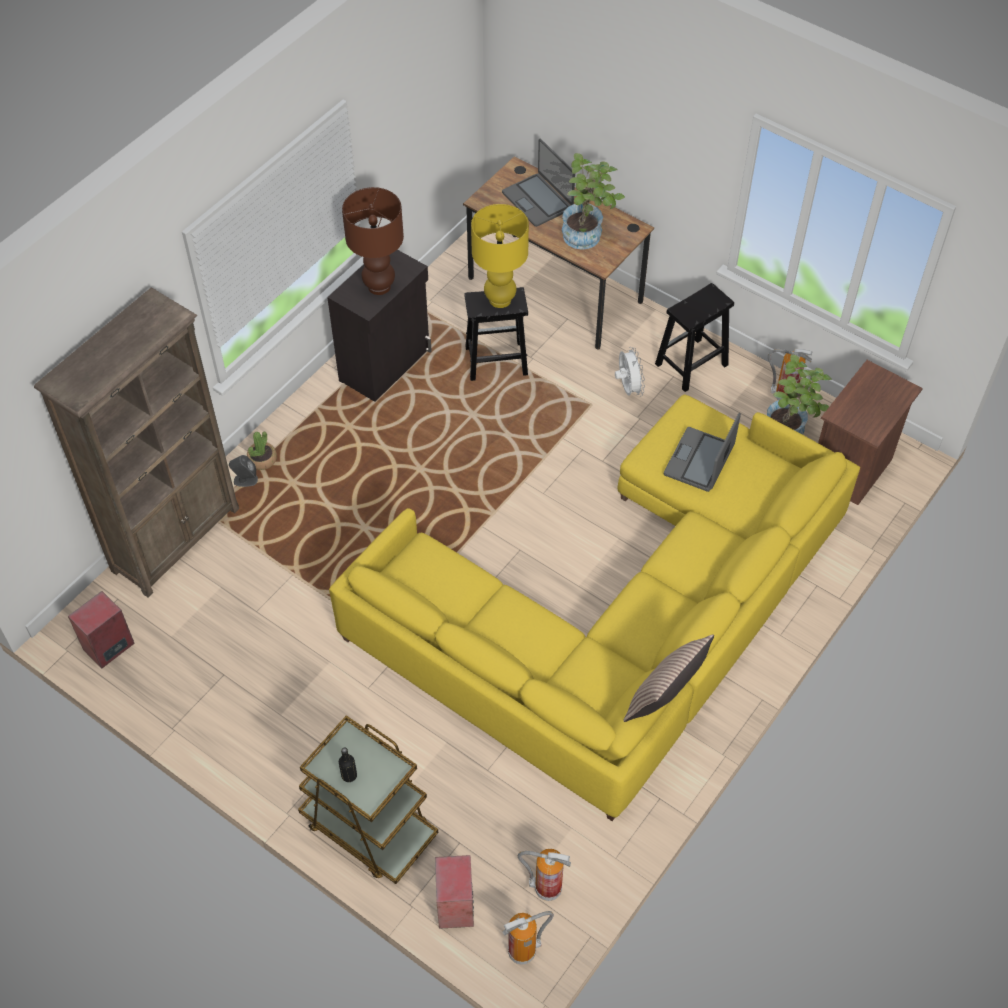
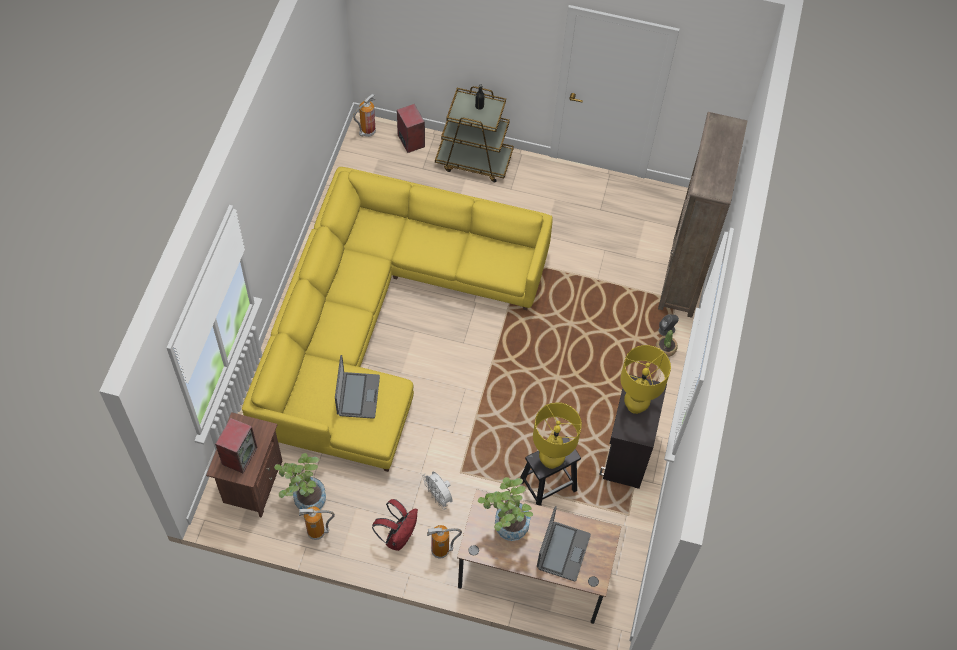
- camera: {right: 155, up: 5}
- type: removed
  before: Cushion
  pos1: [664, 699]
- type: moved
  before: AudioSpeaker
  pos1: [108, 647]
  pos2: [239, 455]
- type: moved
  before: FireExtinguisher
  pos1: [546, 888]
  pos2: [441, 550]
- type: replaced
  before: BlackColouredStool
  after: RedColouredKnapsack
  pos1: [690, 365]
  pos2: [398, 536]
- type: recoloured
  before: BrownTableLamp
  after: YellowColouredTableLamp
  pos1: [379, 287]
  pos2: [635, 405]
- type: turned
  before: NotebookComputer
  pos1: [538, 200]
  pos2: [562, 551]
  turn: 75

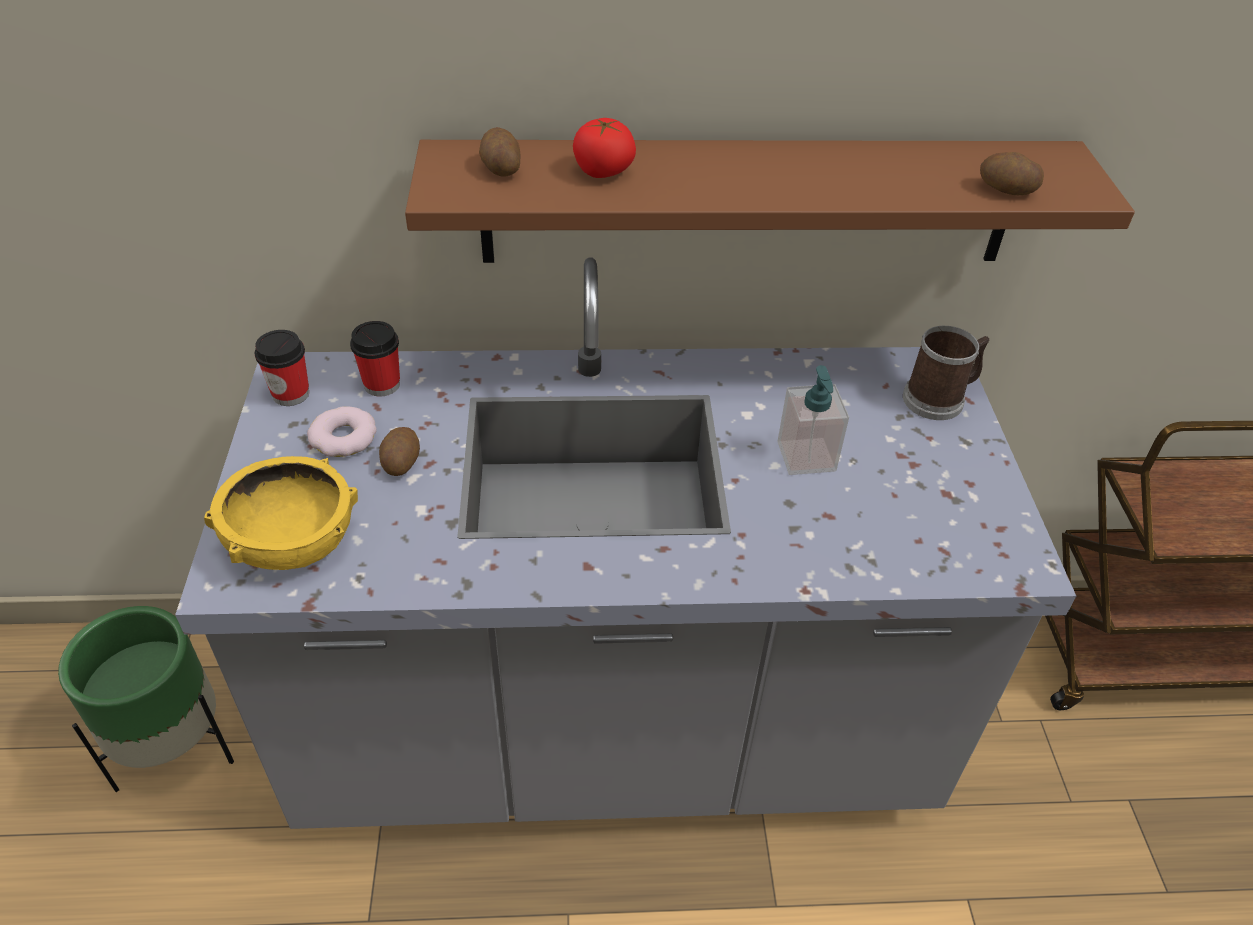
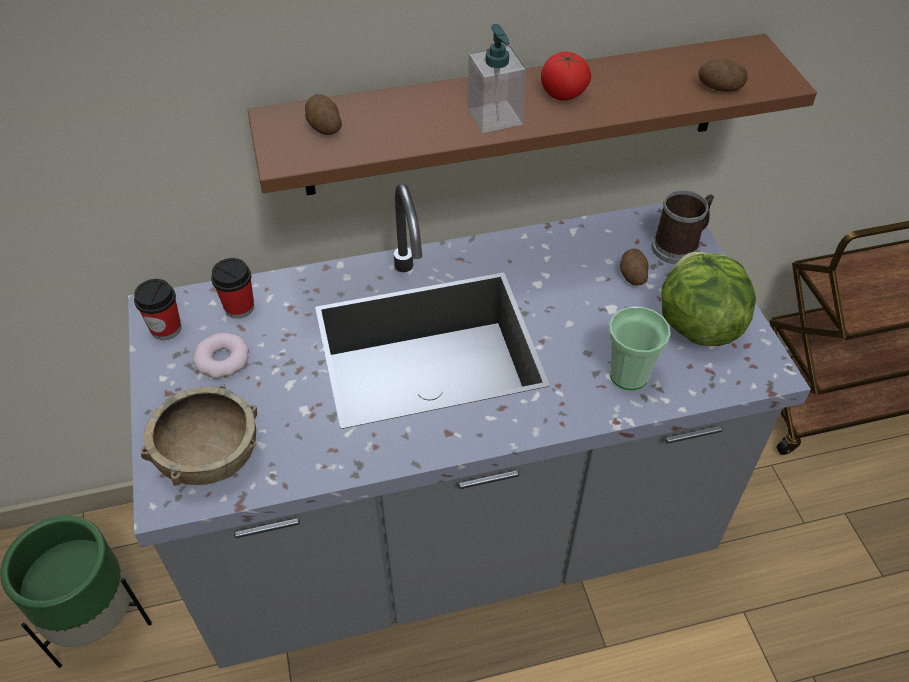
- camera: {right: -10, up: 5}
- type: added
  after: SmallCup
  pos2: [628, 375]
- type: added
  after: HeadOfLettuce
  pos2: [696, 325]
- type: moved
  before: WholePotato
  pos1: [400, 462]
  pos2: [632, 275]
- type: moved
  before: Tomato
  pos1: [603, 171]
  pos2: [563, 93]
- type: moved
  before: LiquidSoapBottle
  pos1: [806, 456]
  pos2: [495, 117]
- type: recoloured
  before: YellowColouredServingBowl
  after: BrownServingBowl
  pos1: [292, 540]
  pos2: [208, 455]

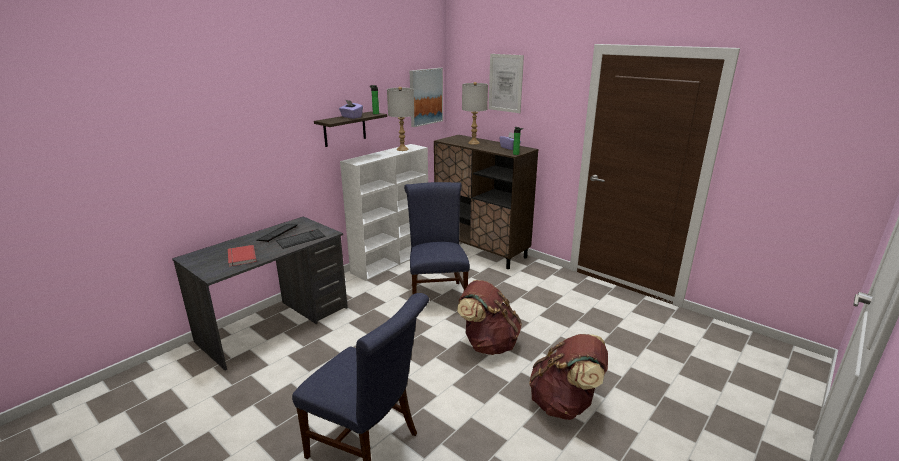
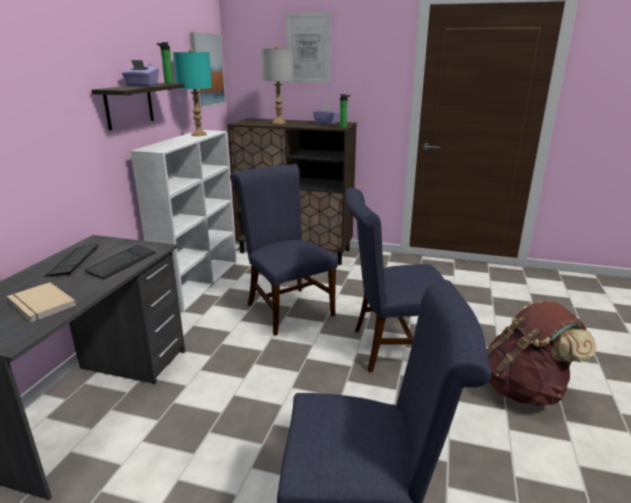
- camera: {right: -25, up: 0}
- type: replaced
  before: BrownKnapsack
  after: BlueColouredChair
  pos1: [488, 344]
  pos2: [391, 348]
- type: recoloured
  before: RedColouredVolume
  after: BeigeColouredVolume
  pos1: [240, 257]
  pos2: [40, 304]
- type: recoloured
  before: GrayTableLamp
  after: BlueGreenTableLamp
  pos1: [402, 149]
  pos2: [199, 134]

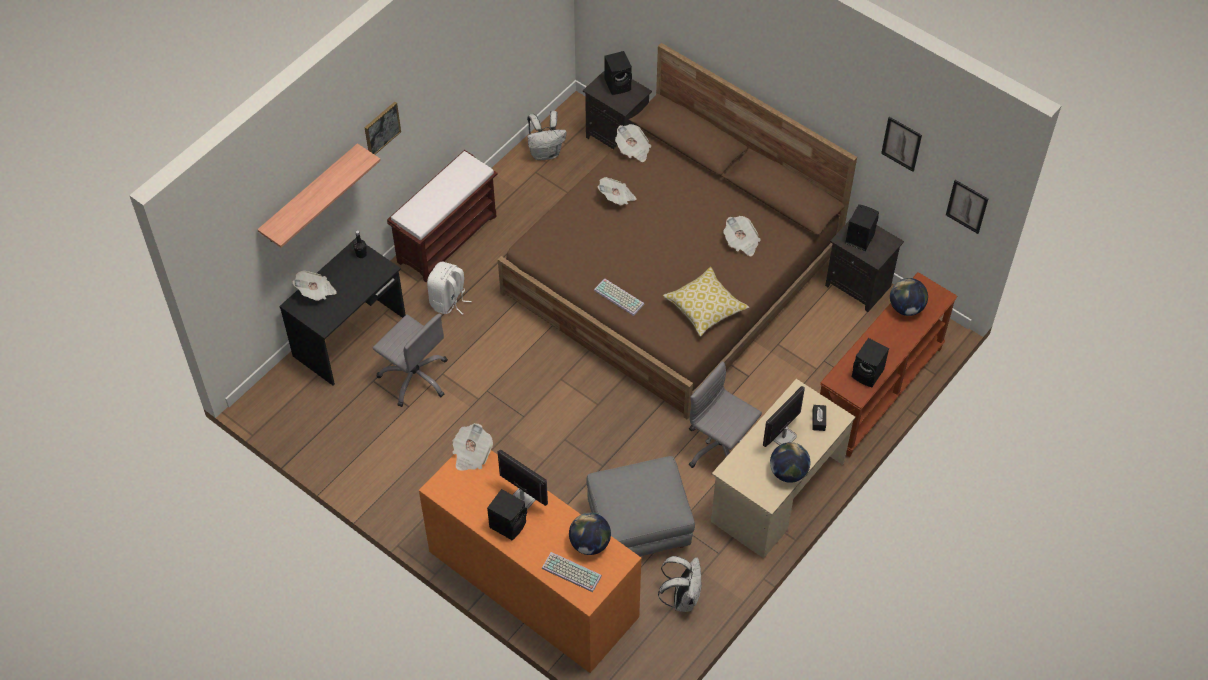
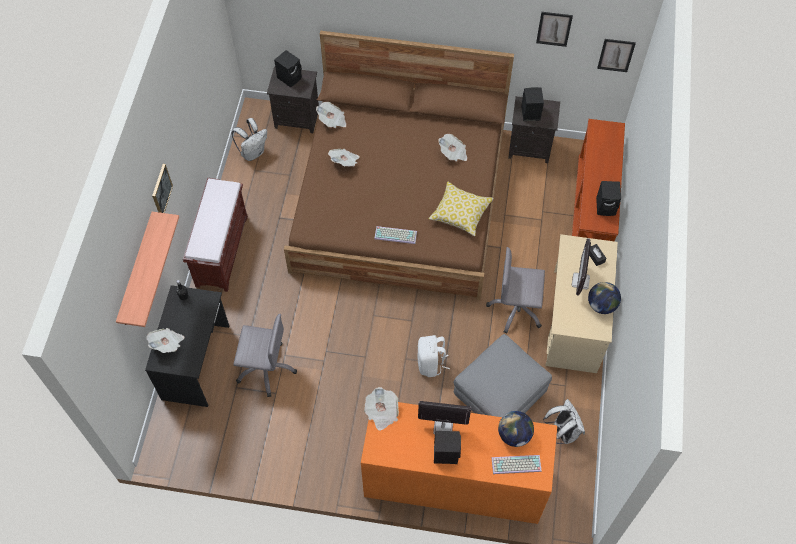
- camera: {right: -30, up: 5}
- type: removed
  before: WorldGlobe
  pos1: [906, 307]
- type: moved
  before: WhitishKnapsack
  pos1: [448, 301]
  pos2: [431, 363]

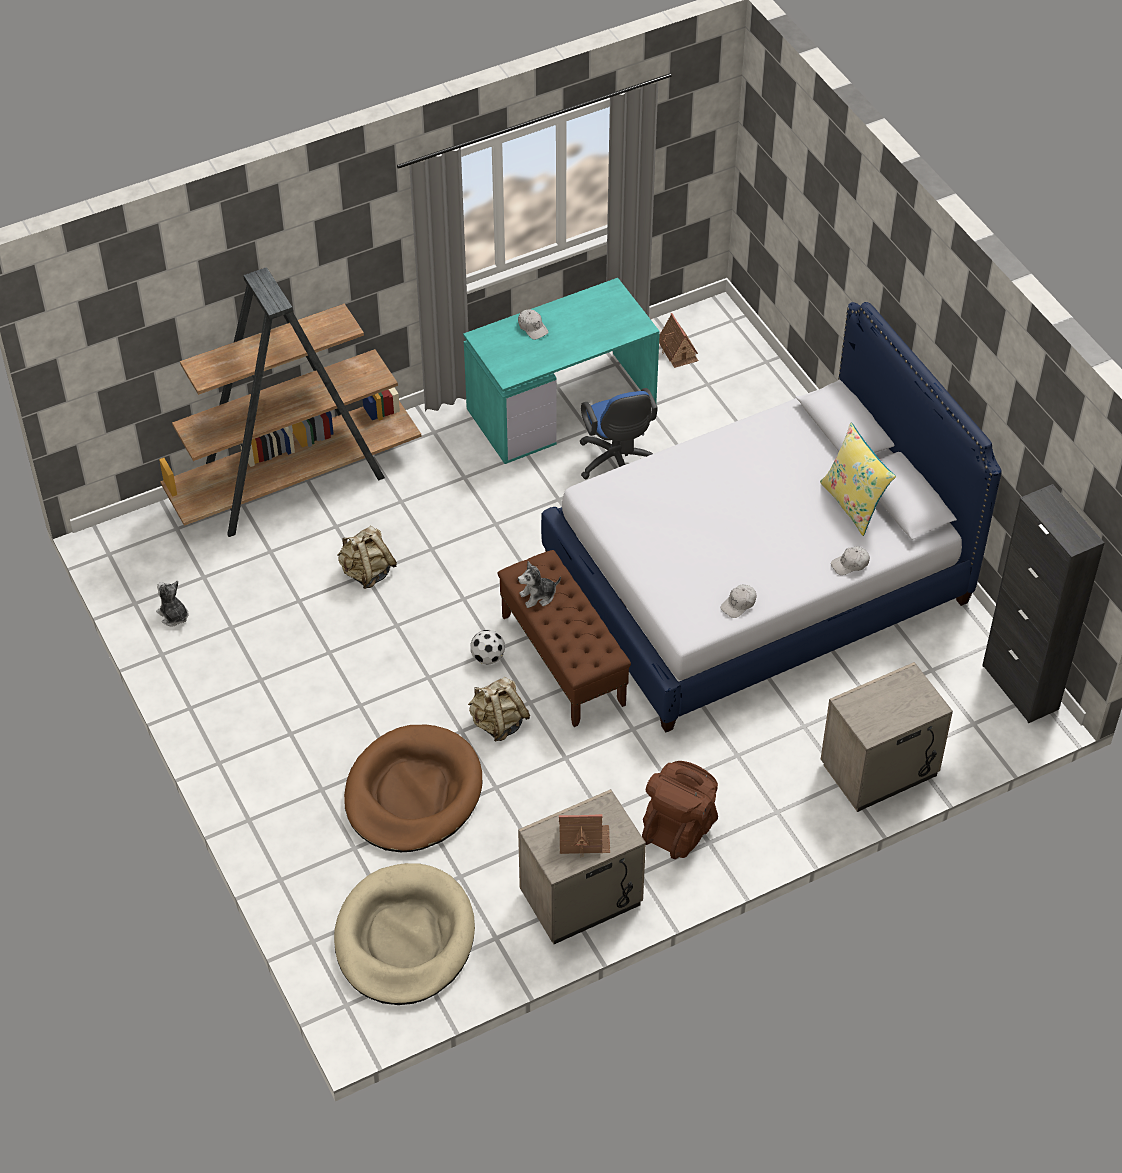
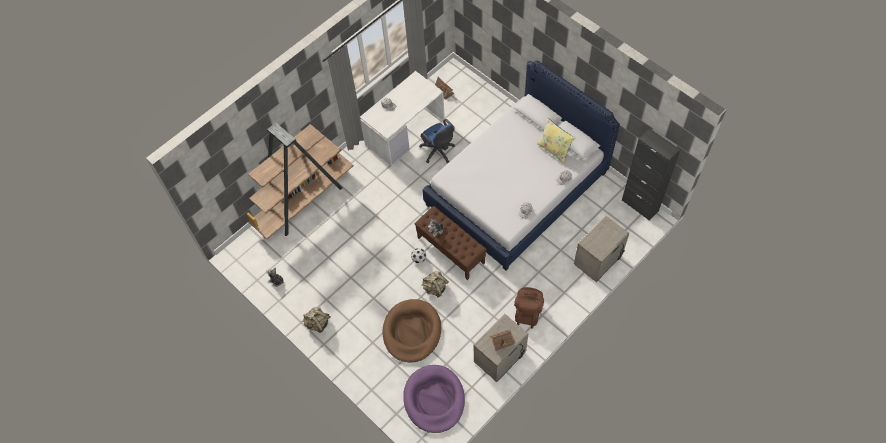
- camera: {right: -15, up: 10}
- type: moved
  before: BeigeColouredKnapsack
  pos1: [367, 572]
  pos2: [317, 323]
- type: recoloured
  before: BeigeColouredDogCushion
  after: PurplishDogCushion
  pos1: [404, 938]
  pos2: [434, 399]
- type: recoloured
  before: BlueGreenDeskTable
  after: WhitishDeskTable
  pos1: [562, 406]
  pos2: [405, 131]

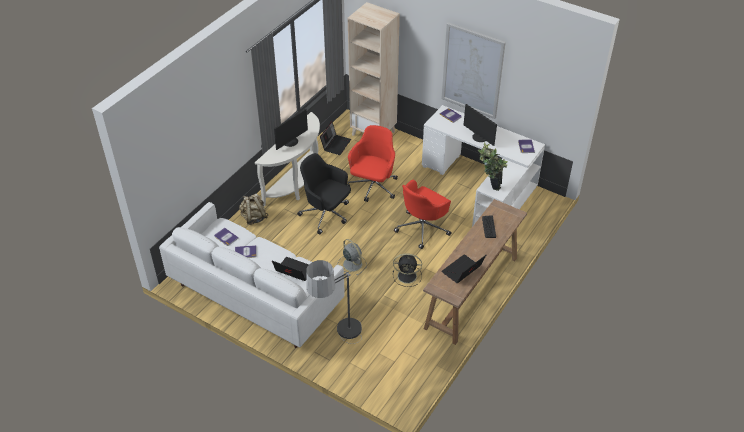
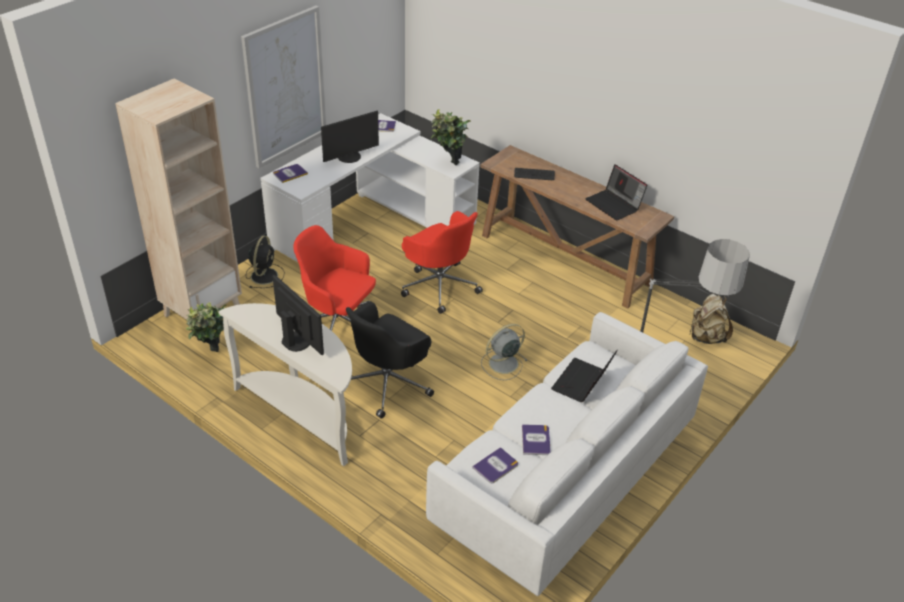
- camera: {right: -85, up: -5}
- type: moved
  before: BeigeColouredKnapsack
  pos1: [254, 218]
  pos2: [706, 337]
- type: moved
  before: BlackColouredFan
  pos1: [408, 276]
  pos2: [265, 275]
- type: replaced
  before: NotebookComputer
  after: PottedPlant
  pos1: [335, 144]
  pos2: [212, 358]

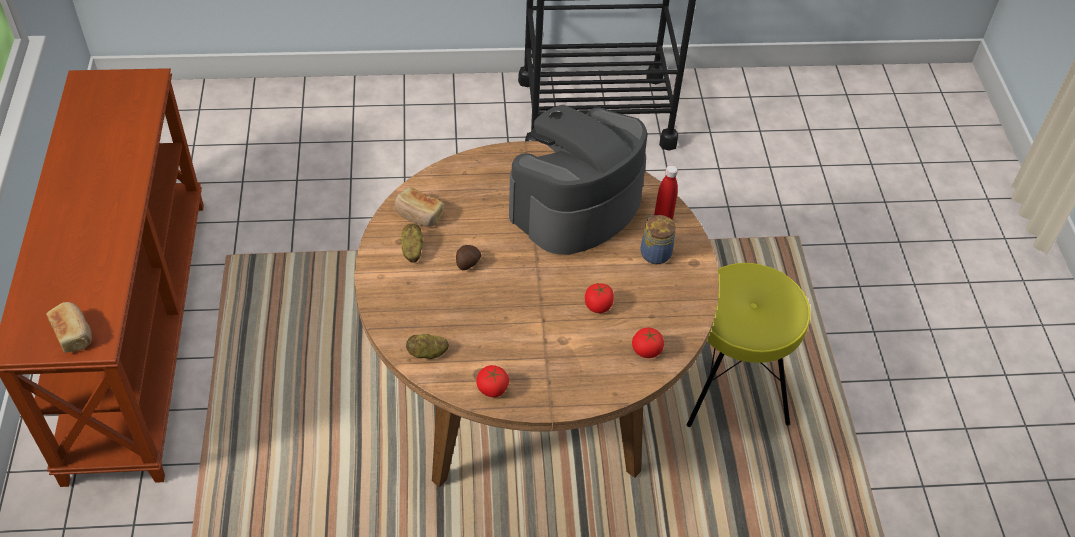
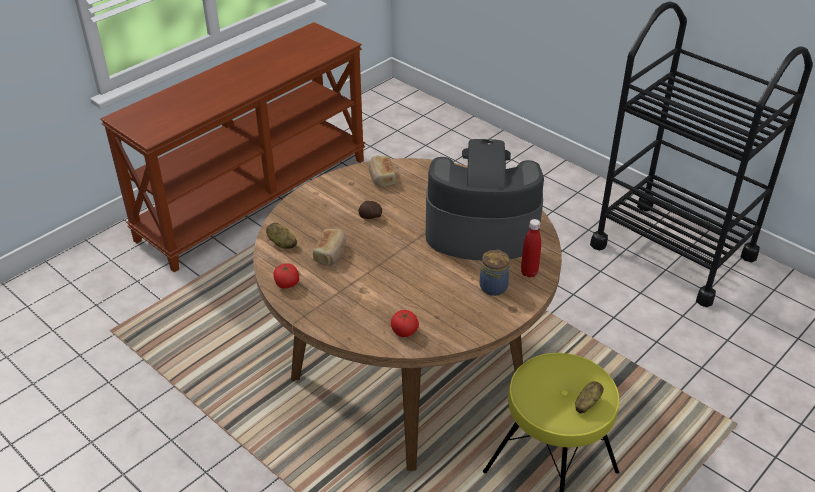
- camera: {right: 50, up: -10}
- type: removed
  before: Tomato
  pos1: [598, 306]
- type: moved
  before: BakedBread
  pos1: [73, 333]
  pos2: [331, 254]
- type: moved
  before: WholePotato
  pos1: [412, 250]
  pos2: [586, 403]

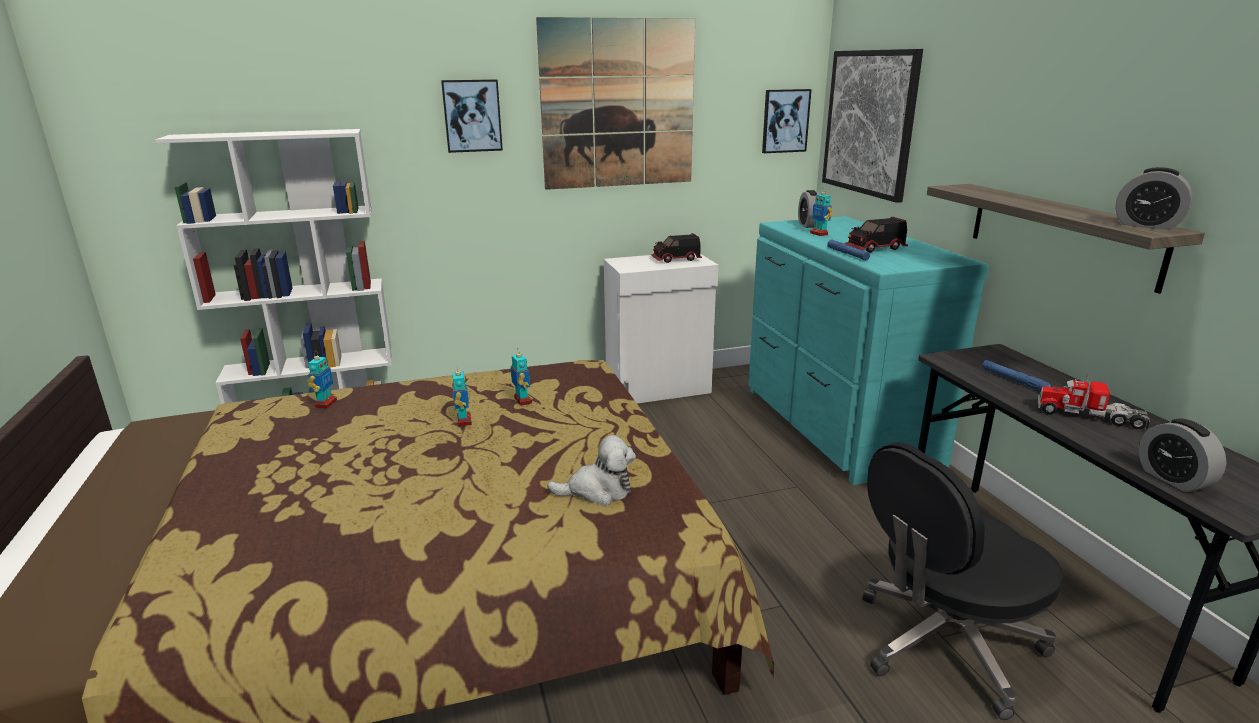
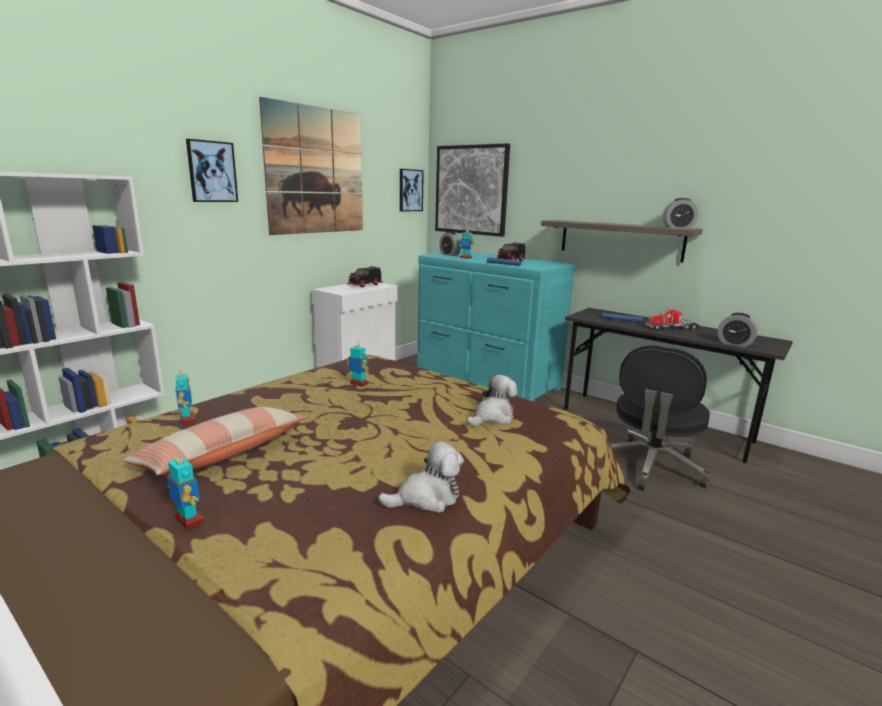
- camera: {right: -35, up: -5}
- type: added
  after: Cushion
  pos2: [222, 454]
- type: added
  after: PlushToy
  pos2: [426, 498]
- type: moved
  before: ToyRobot
  pos1: [463, 421]
  pos2: [189, 520]

